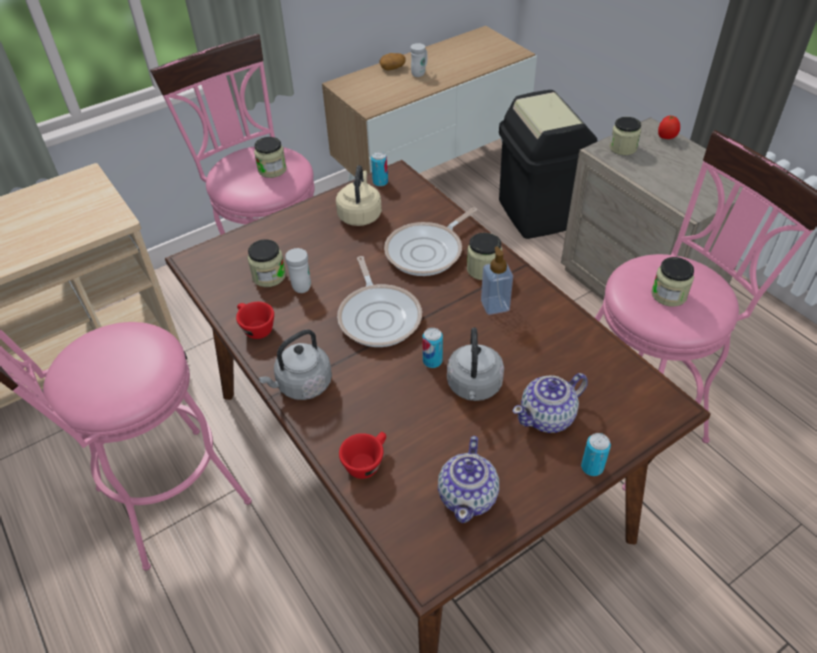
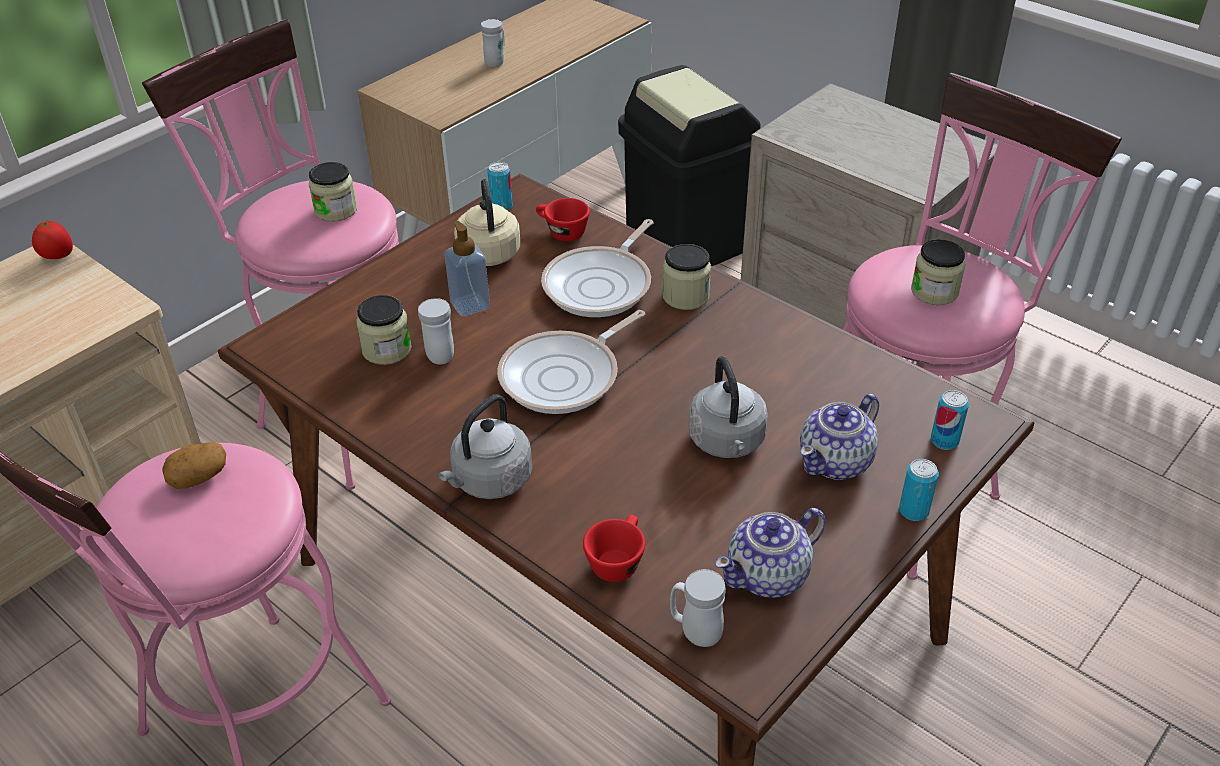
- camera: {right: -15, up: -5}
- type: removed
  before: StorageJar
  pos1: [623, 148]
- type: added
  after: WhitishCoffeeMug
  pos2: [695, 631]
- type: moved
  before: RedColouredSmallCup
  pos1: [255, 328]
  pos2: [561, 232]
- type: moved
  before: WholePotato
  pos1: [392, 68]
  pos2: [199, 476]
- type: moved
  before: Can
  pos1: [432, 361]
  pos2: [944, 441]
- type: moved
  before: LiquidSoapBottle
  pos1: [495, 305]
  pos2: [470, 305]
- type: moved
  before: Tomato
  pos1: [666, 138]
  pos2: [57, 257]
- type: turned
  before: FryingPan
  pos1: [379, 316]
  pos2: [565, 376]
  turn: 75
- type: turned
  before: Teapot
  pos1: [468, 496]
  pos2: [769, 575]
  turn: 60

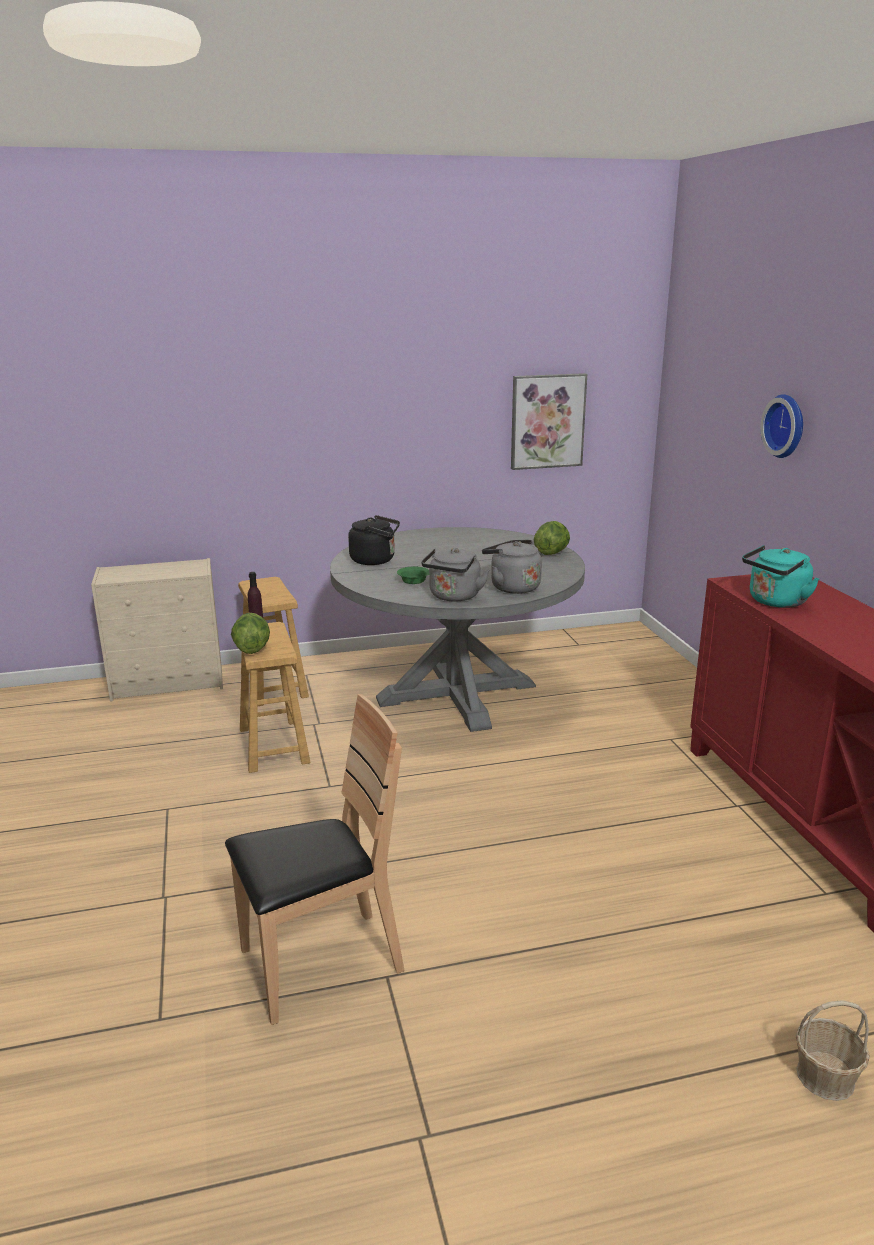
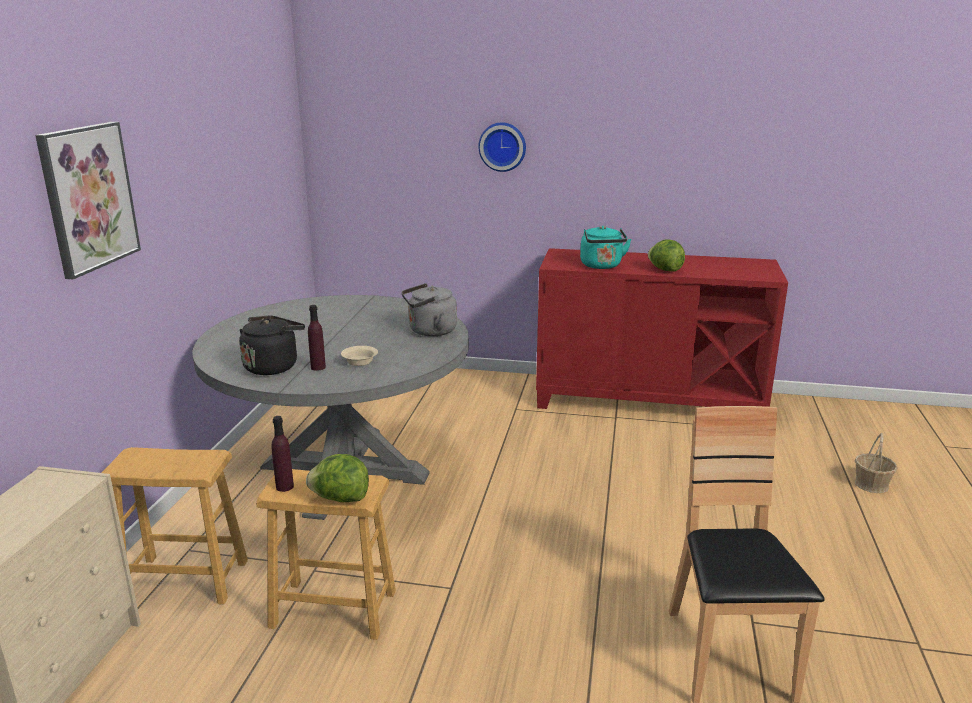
- camera: {right: -65, up: 0}
- type: removed
  before: GrayTeaKettle
  pos1: [453, 597]
- type: added
  after: PurplishBottle
  pos2: [318, 367]
- type: moved
  before: WallPicture
  pos1: [547, 421]
  pos2: [88, 197]
- type: moved
  before: HeadOfLettuce
  pos1: [552, 553]
  pos2: [664, 270]
- type: recoloured
  before: GreenColouredServingBowl
  after: BeigeColouredServingBowl
  pos1: [414, 581]
  pos2: [361, 362]

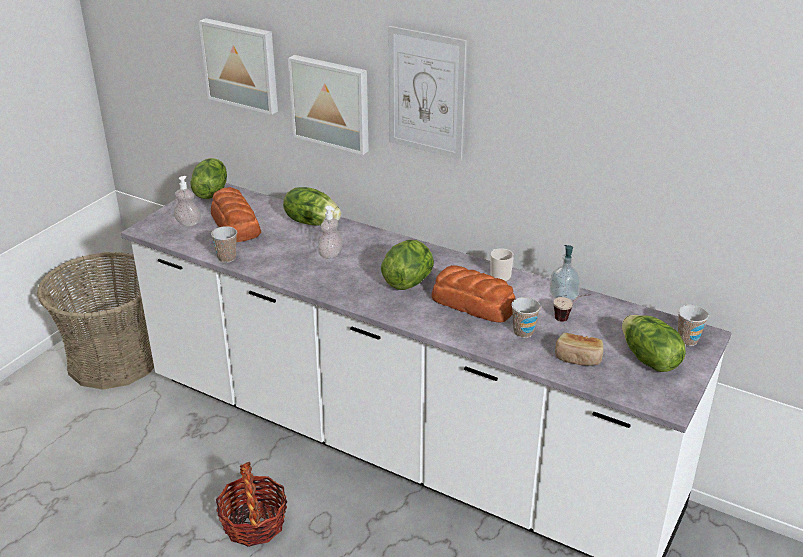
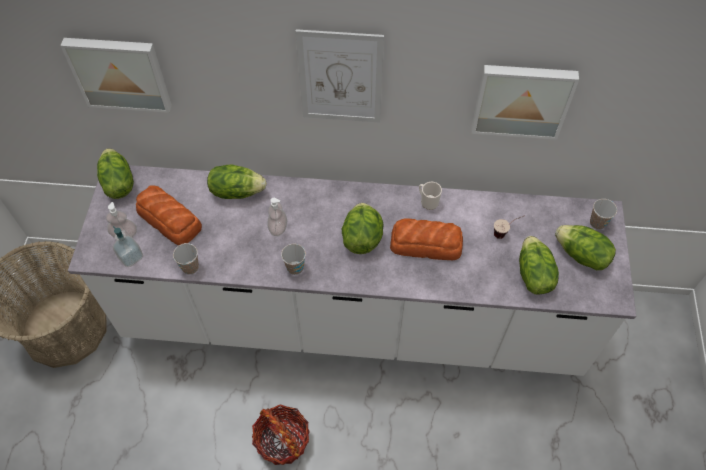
- camera: {right: -25, up: 25}
- type: moved
  before: WallPicture
  pos1: [331, 103]
  pos2: [522, 99]
- type: moved
  before: SmallCup
  pos1: [523, 332]
  pos2: [295, 268]
- type: moved
  before: LiquidSoapBottle
  pos1: [563, 296]
  pos2: [131, 257]
- type: replaced
  before: BakedBread
  after: HeadOfLettuce
  pos1: [578, 358]
  pos2: [533, 275]

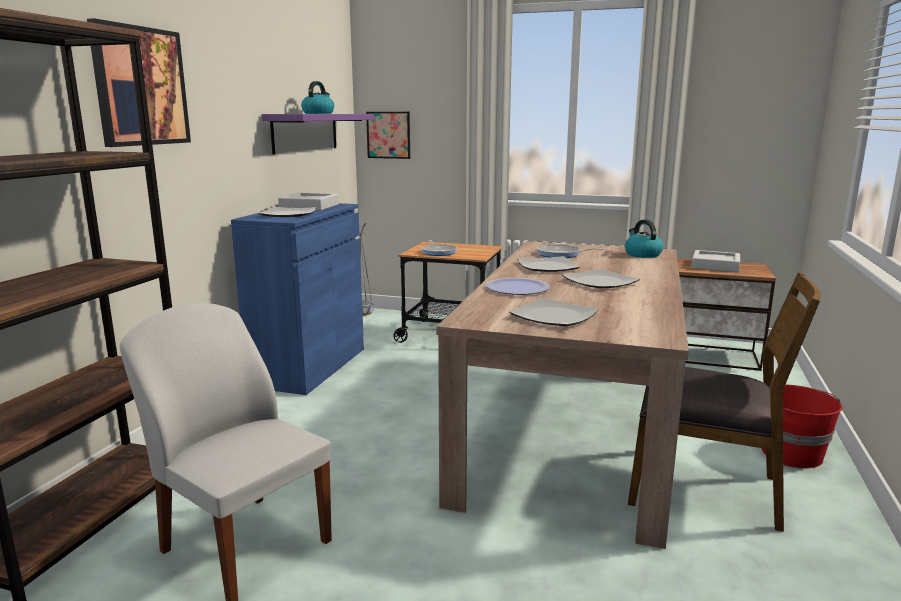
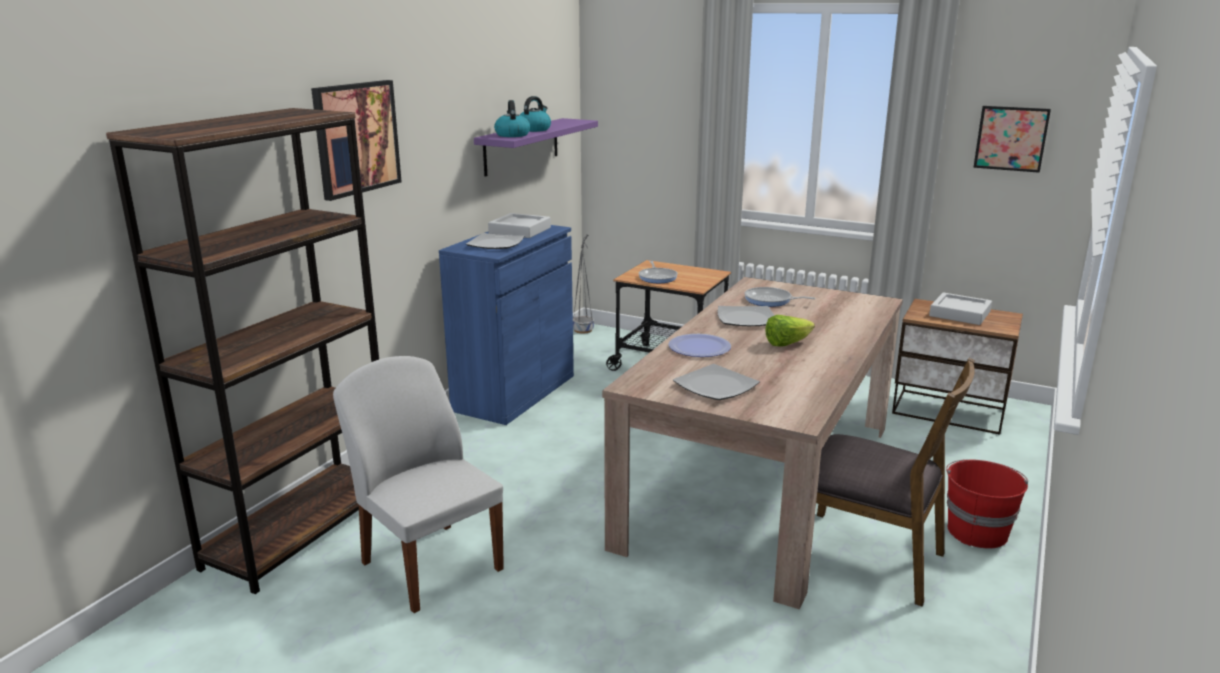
- camera: {right: 10, up: 5}
- type: moved
  before: WallPicture
  pos1: [388, 135]
  pos2: [1011, 138]
- type: moved
  before: TeaKettle
  pos1: [642, 254]
  pos2: [512, 135]
- type: replaced
  before: Plate
  after: HeadOfLettuce
  pos1: [599, 282]
  pos2: [786, 343]

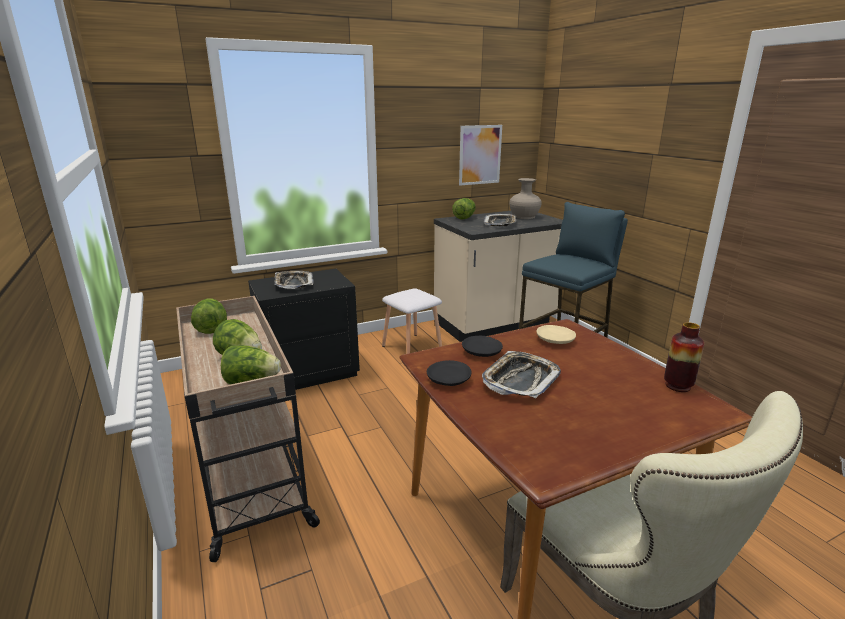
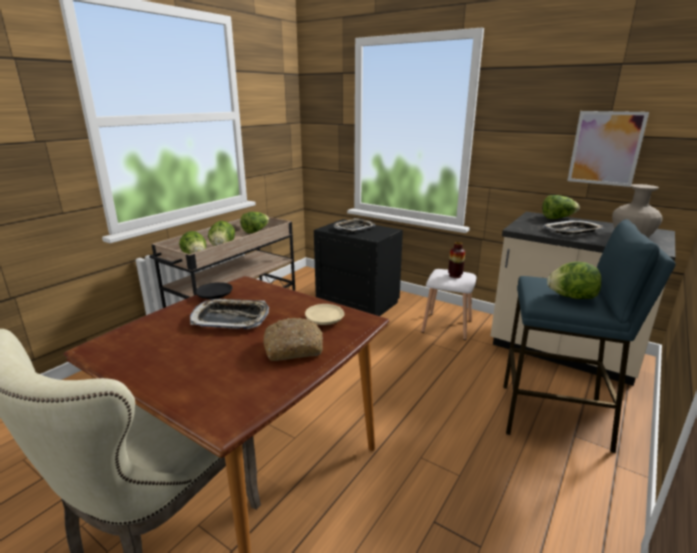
- camera: {right: 60, up: 0}
- type: removed
  before: BlackColouredPlate
  pos1: [482, 352]
- type: added
  after: BakedBread
  pos2: [294, 348]
- type: added
  after: HeadOfLettuce
  pos2: [571, 297]
- type: moved
  before: Vase
  pos1: [678, 386]
  pos2: [455, 276]

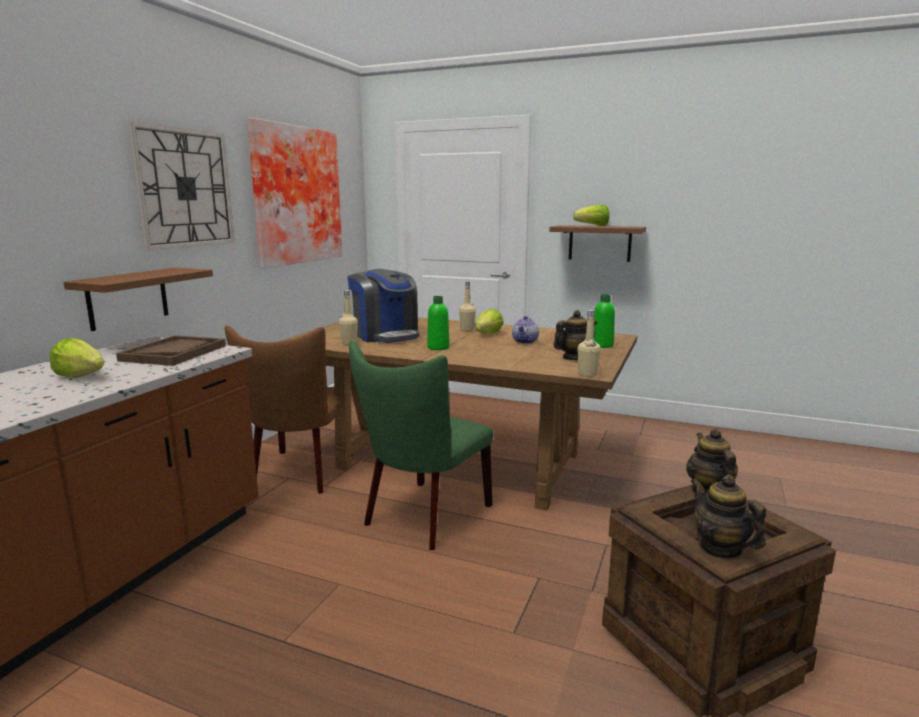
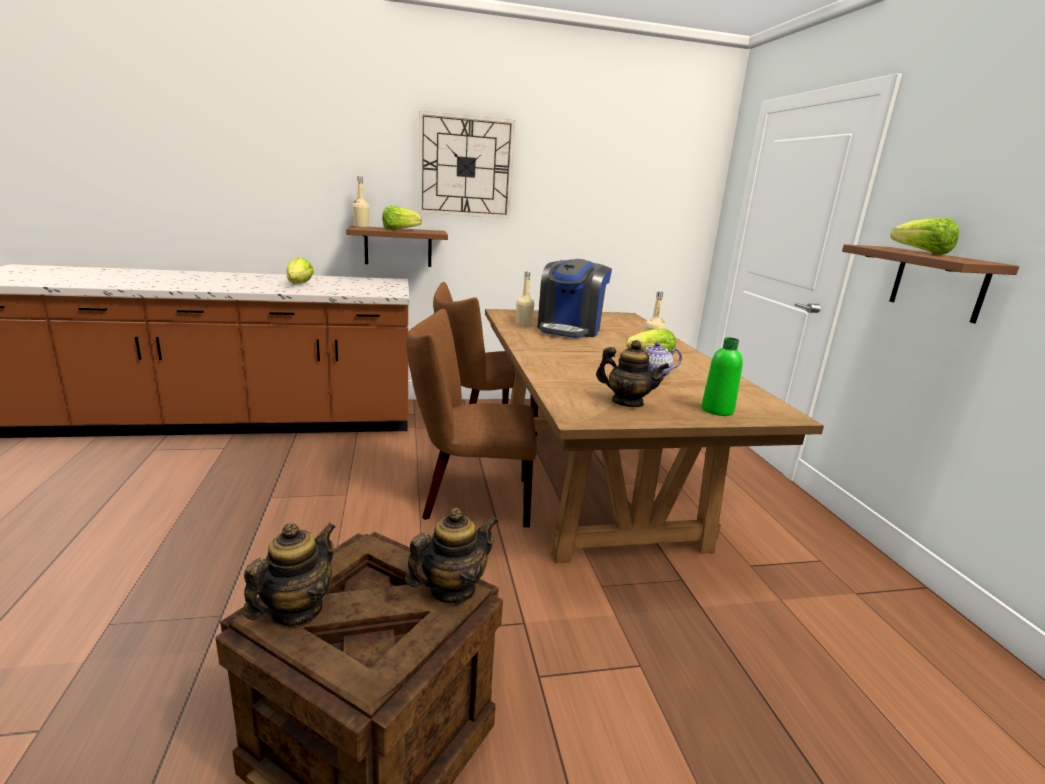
- camera: {right: 55, up: 5}
- type: removed
  before: BrownCarryingTray
  pos1: [174, 353]
- type: removed
  before: WallPicture
  pos1: [294, 195]
- type: removed
  before: GreenColouredBottle
  pos1: [438, 347]
- type: added
  after: HeadOfLettuce
  pos2: [399, 230]
- type: moved
  before: BeigeColouredBottle
  pos1: [587, 374]
  pos2: [361, 227]
- type: recoloured
  before: GreenColouredChair
  after: BrownChair
  pos1: [423, 517]
  pos2: [469, 498]

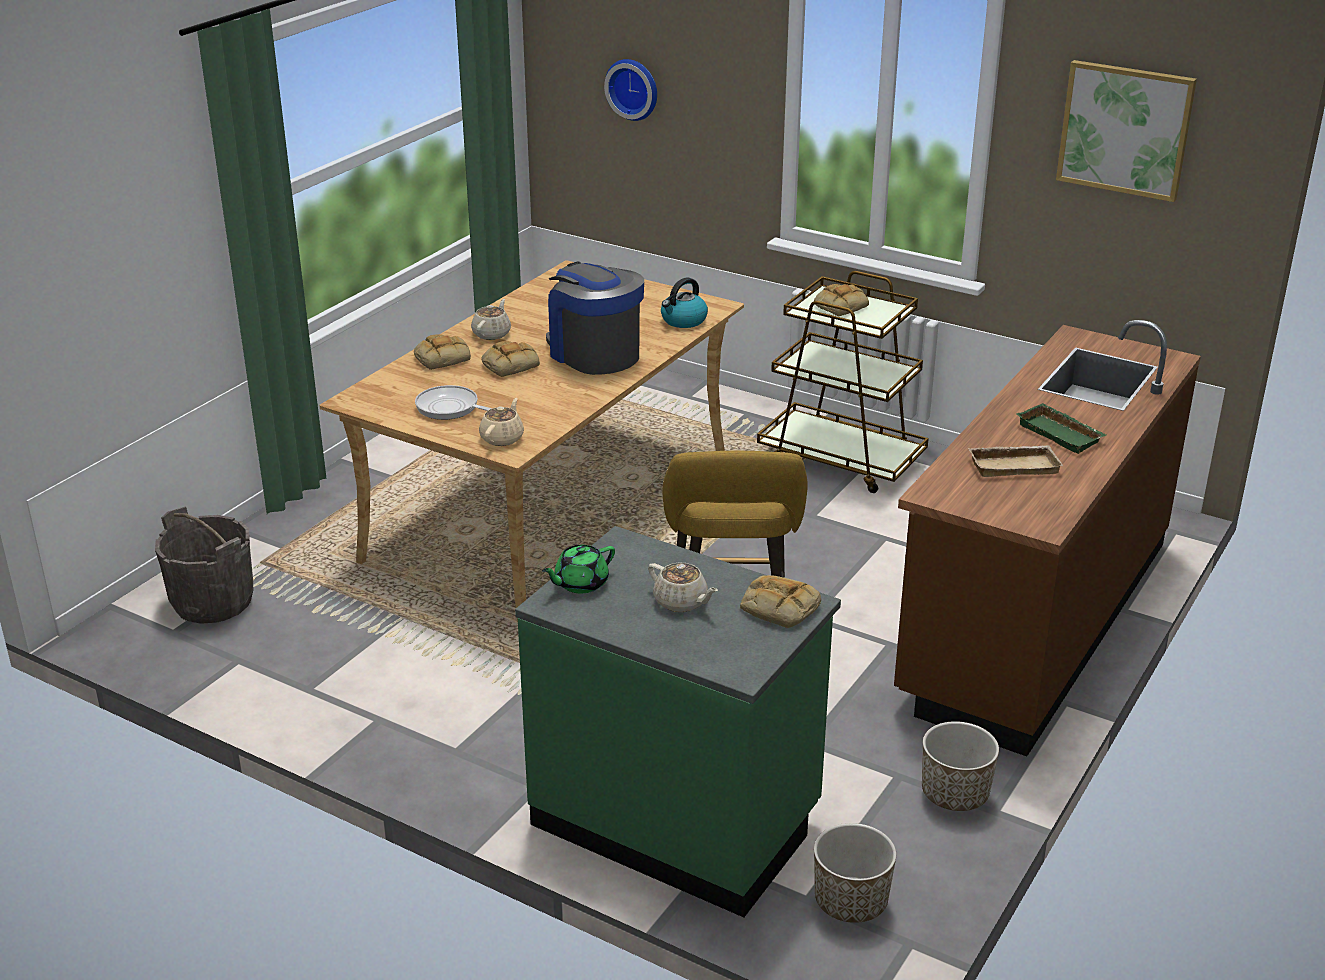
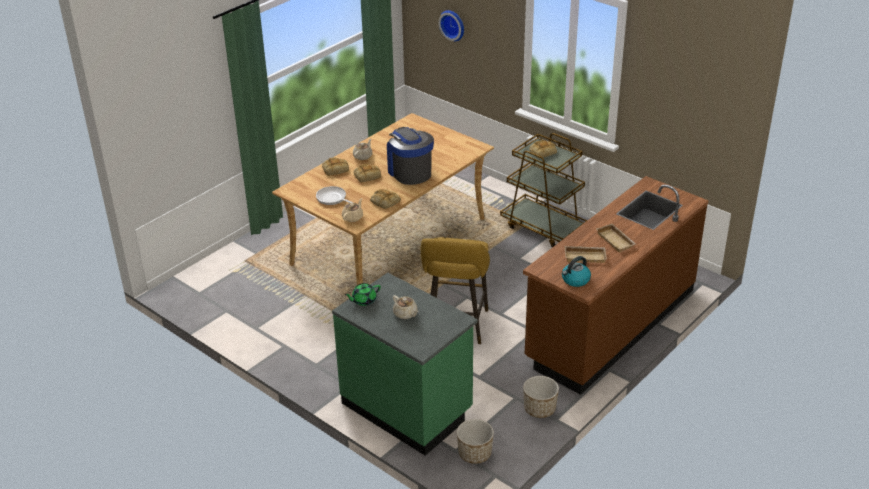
- camera: {right: 10, up: 5}
- type: removed
  before: GrayBucket
  pos1: [213, 602]
- type: removed
  before: WallPicture
  pos1: [1125, 129]
- type: moved
  before: TeaKettle
  pos1: [683, 321]
  pos2: [575, 280]
- type: moved
  before: BakedBread
  pos1: [778, 608]
  pos2: [384, 201]
- type: recoloured
  before: GreenColouredCarryingTray
  after: BeigeColouredCarryingTray
  pos1: [1062, 434]
  pos2: [616, 240]

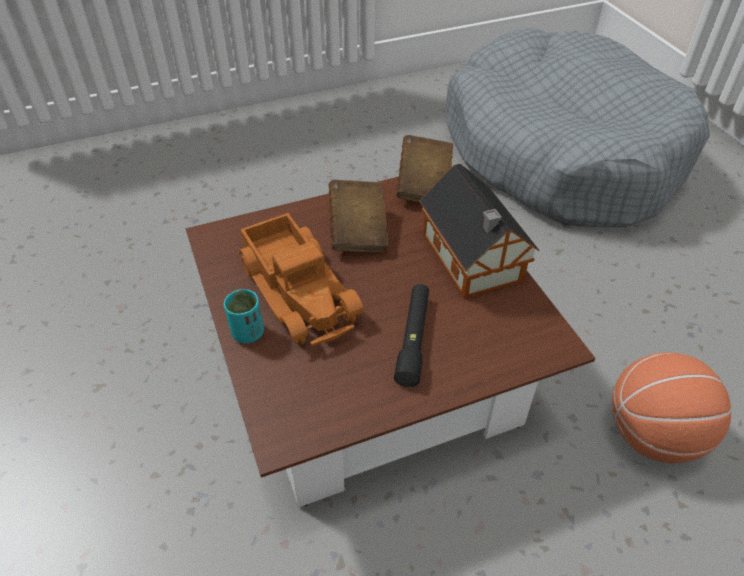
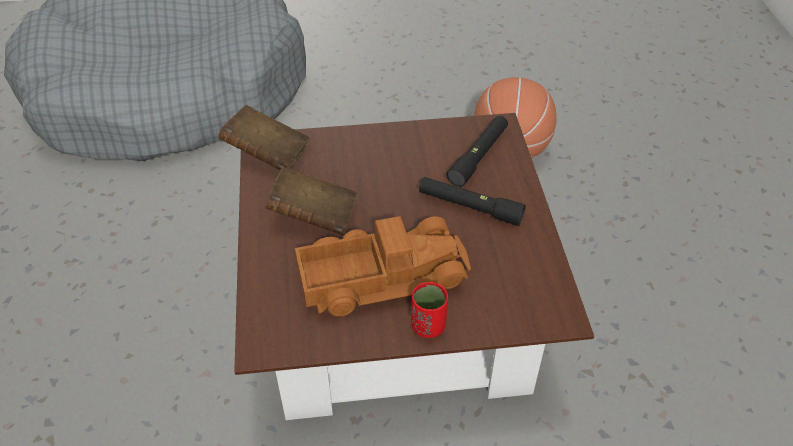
- camera: {right: -75, up: 0}
- type: removed
  before: ModelHouse
  pos1: [472, 260]
- type: added
  after: BlackColouredHandTorch
  pos2: [478, 156]
- type: recoloured
  before: BlueGreenSmallCup
  after: RedColouredSmallCup
  pos1: [247, 333]
  pos2: [428, 326]

